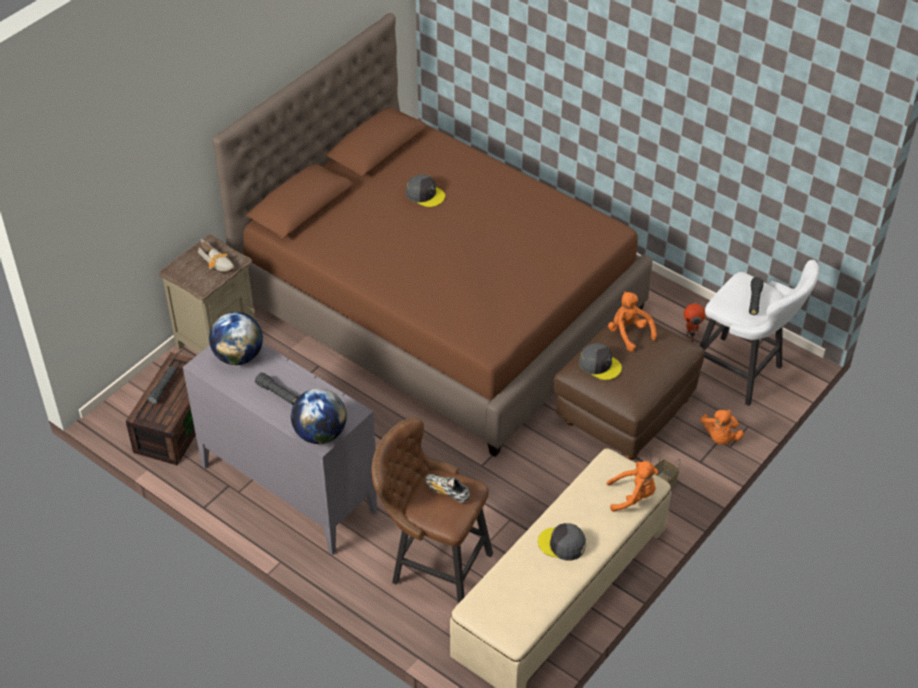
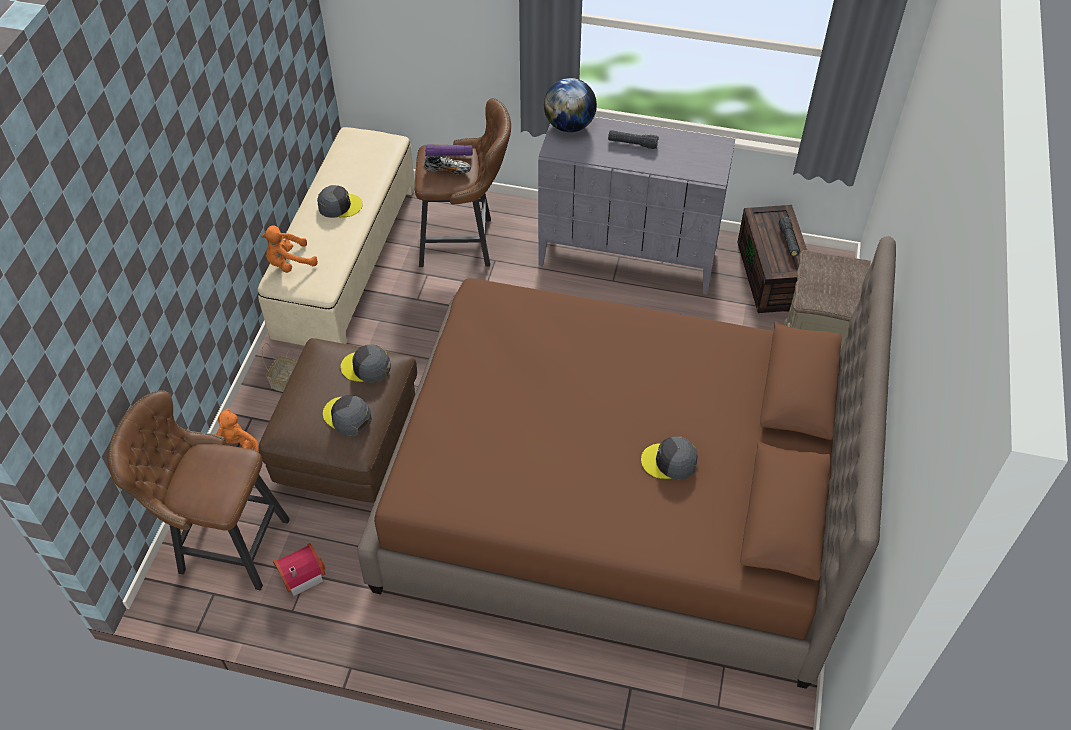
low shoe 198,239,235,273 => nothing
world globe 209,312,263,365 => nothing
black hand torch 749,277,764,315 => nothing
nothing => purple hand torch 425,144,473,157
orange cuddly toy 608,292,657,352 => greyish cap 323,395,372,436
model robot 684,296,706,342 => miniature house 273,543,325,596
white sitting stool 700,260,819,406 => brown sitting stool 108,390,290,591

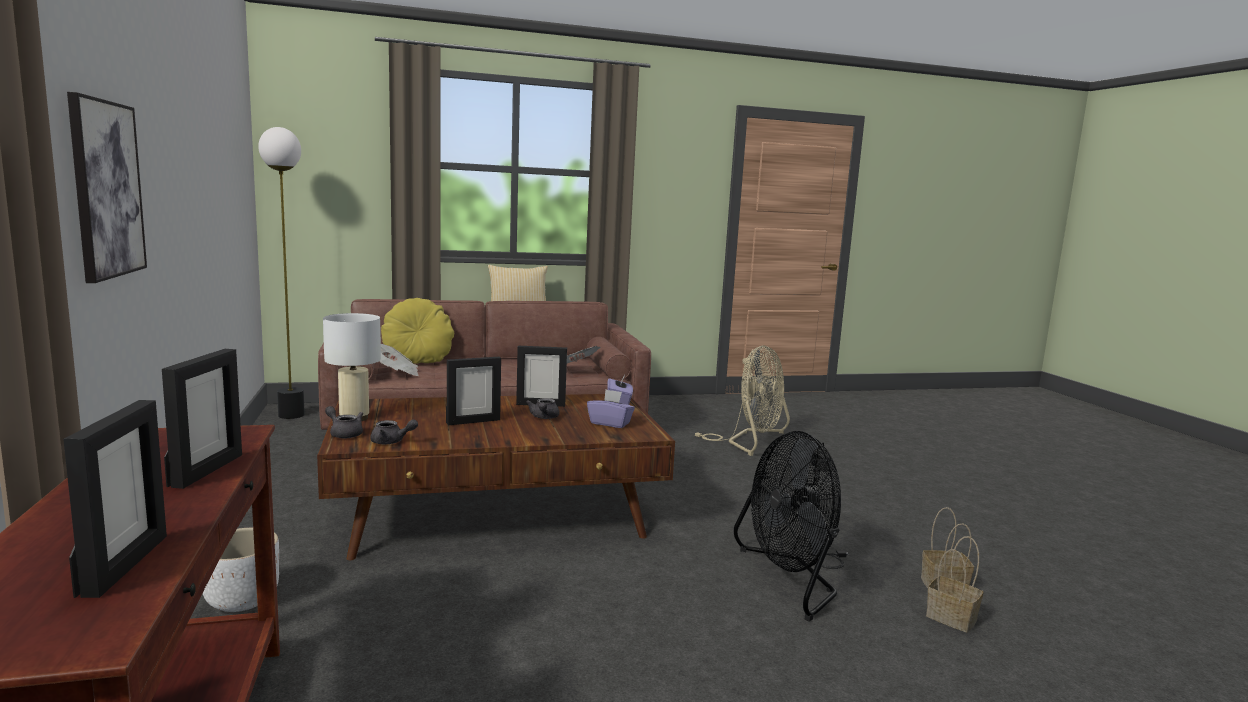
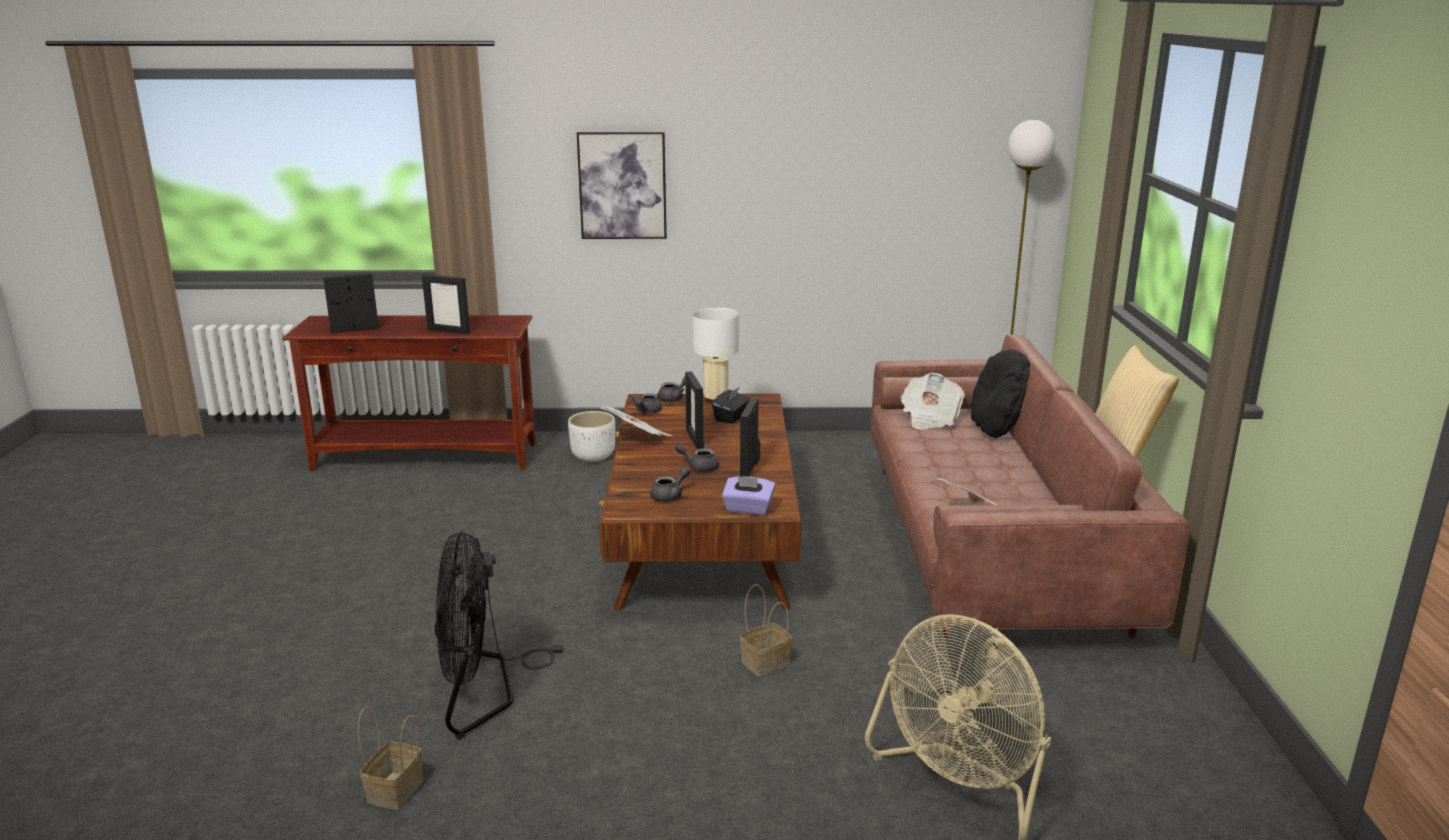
nothing => daily paper 601,406,673,436
nothing => black tissue holder 712,387,751,424
household basket 926,536,983,632 => household basket 740,584,793,677, shifted
purple tissue holder 587,389,635,428 => greyish pot for tea 650,467,691,502
yellowish pillow 381,298,454,364 => black pillow 971,349,1030,438
picture frame 63,400,167,598 => picture frame 323,273,379,333, 150 degrees clockwise
black fan 734,431,848,622 => black fan 435,531,566,740, 105 degrees counterclockwise

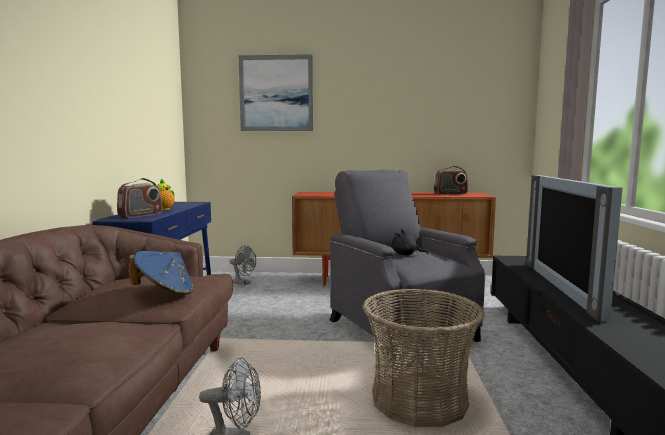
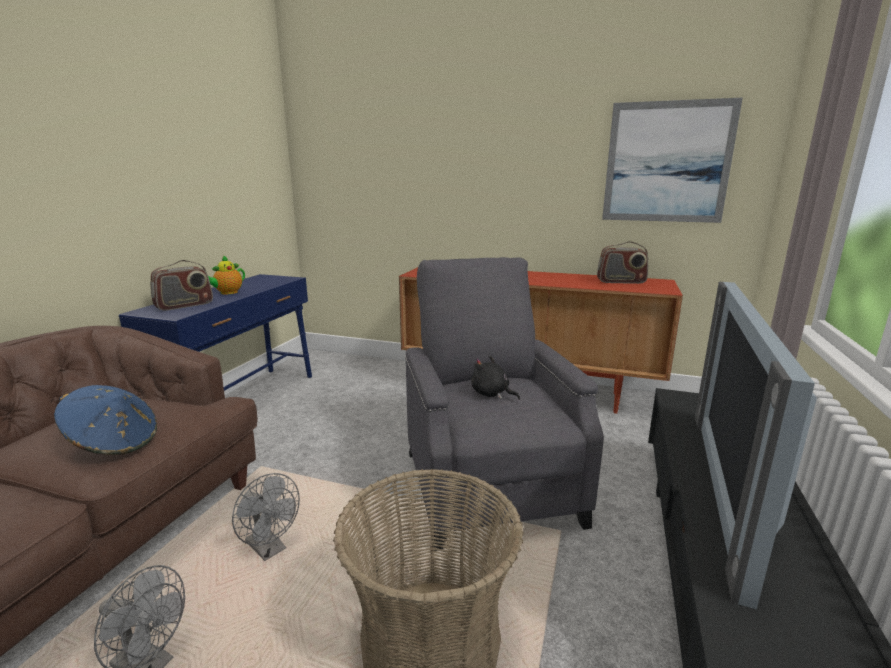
greyish fan 229,245,257,285 => greyish fan 232,473,300,561, shifted
wall art 239,54,313,131 => wall art 602,98,743,223, shifted

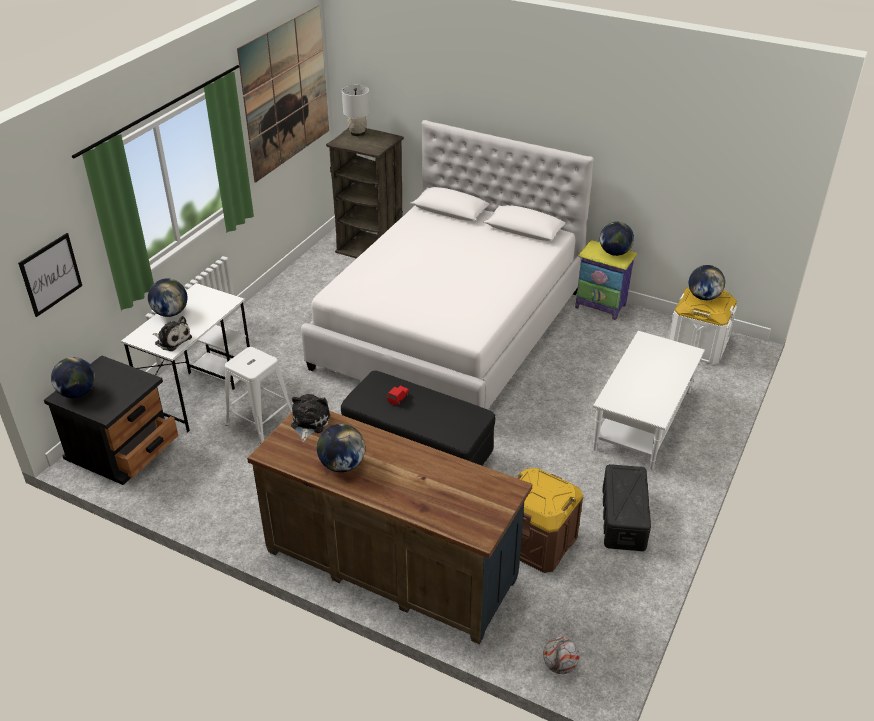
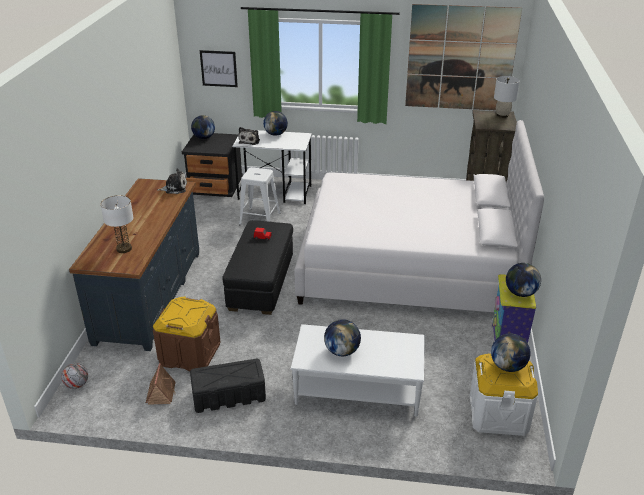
nothing => tabletop lamp 100,195,133,253
nothing => miniature house 146,363,176,405
world globe 317,424,365,472 => world globe 324,319,361,356, shifted

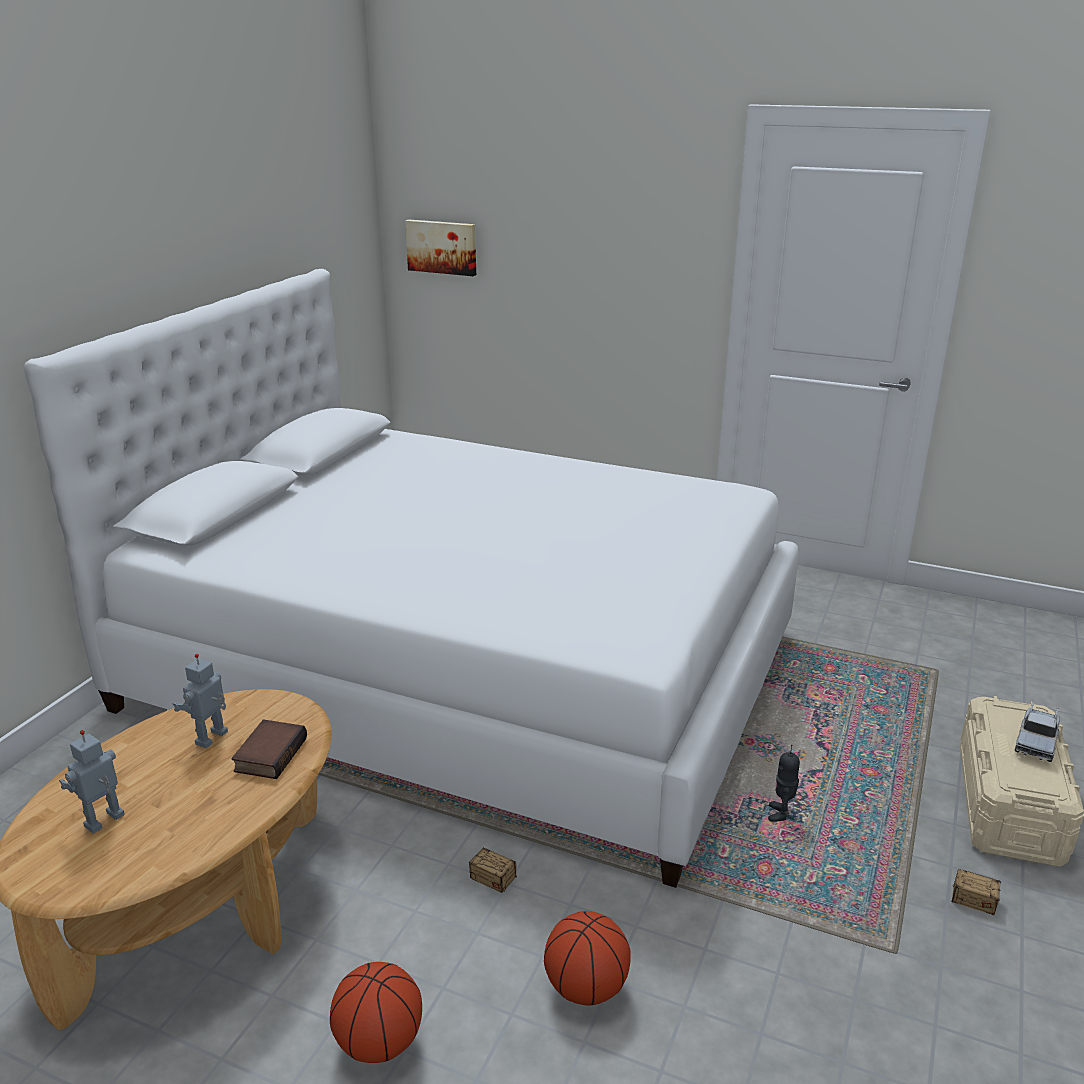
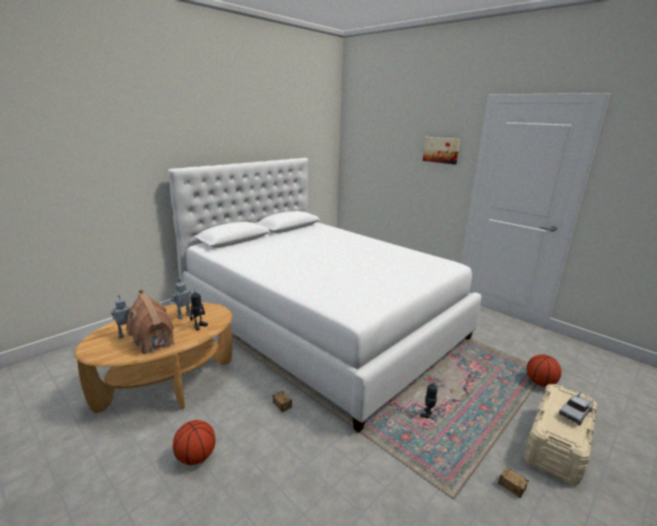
nothing => miniature house 126,289,175,354
wall art 405,220,476,276 => wall art 423,137,460,165, shifted
basketball 544,911,631,1006 => basketball 527,354,562,387, shifted
bound book 231,719,307,779 => model robot 190,288,208,331

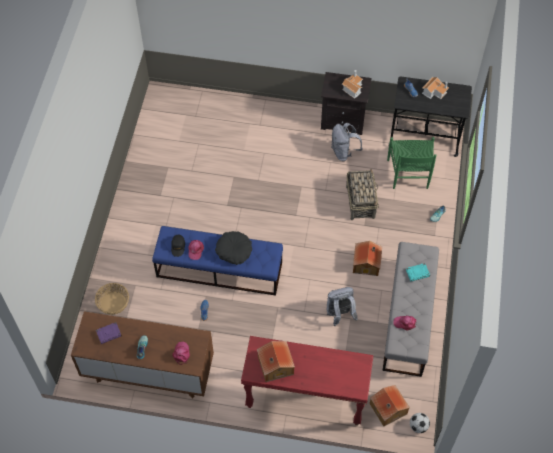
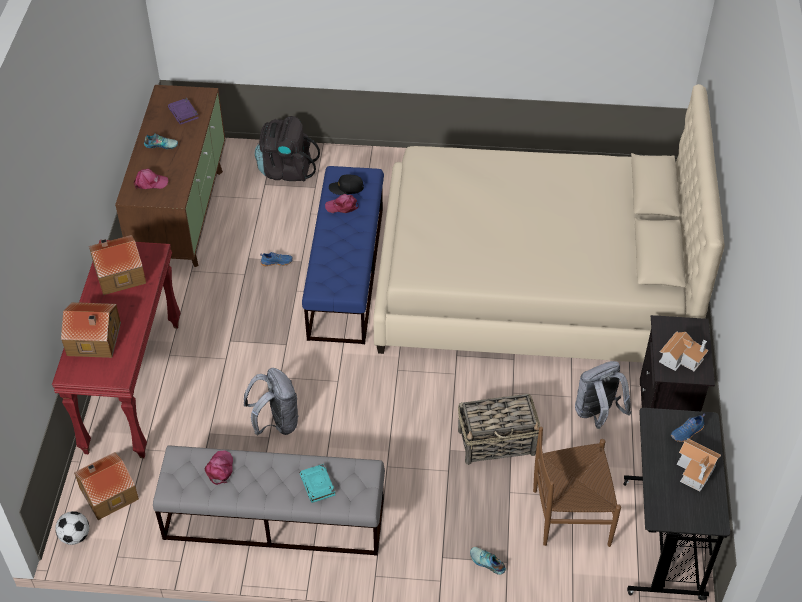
black pillow 215,231,252,265 => nothing
nothing => beige-coloured bed 373,84,725,363
miniature house 353,241,382,276 => miniature house 61,302,121,358, shifted
household basket 95,283,129,315 => black rucksack 255,116,320,182
green upright chair 387,137,436,189 => brown upright chair 533,427,621,547

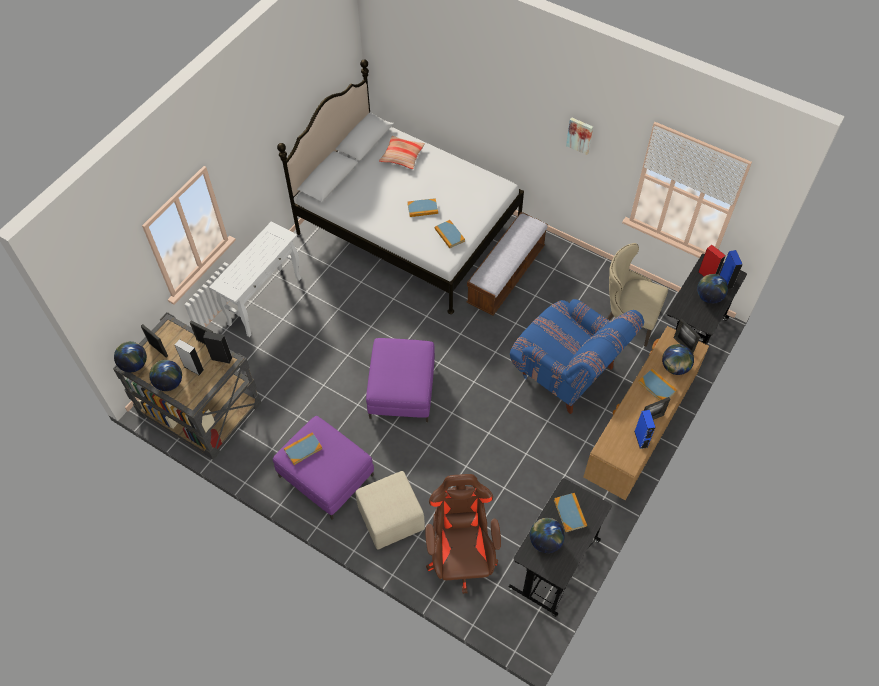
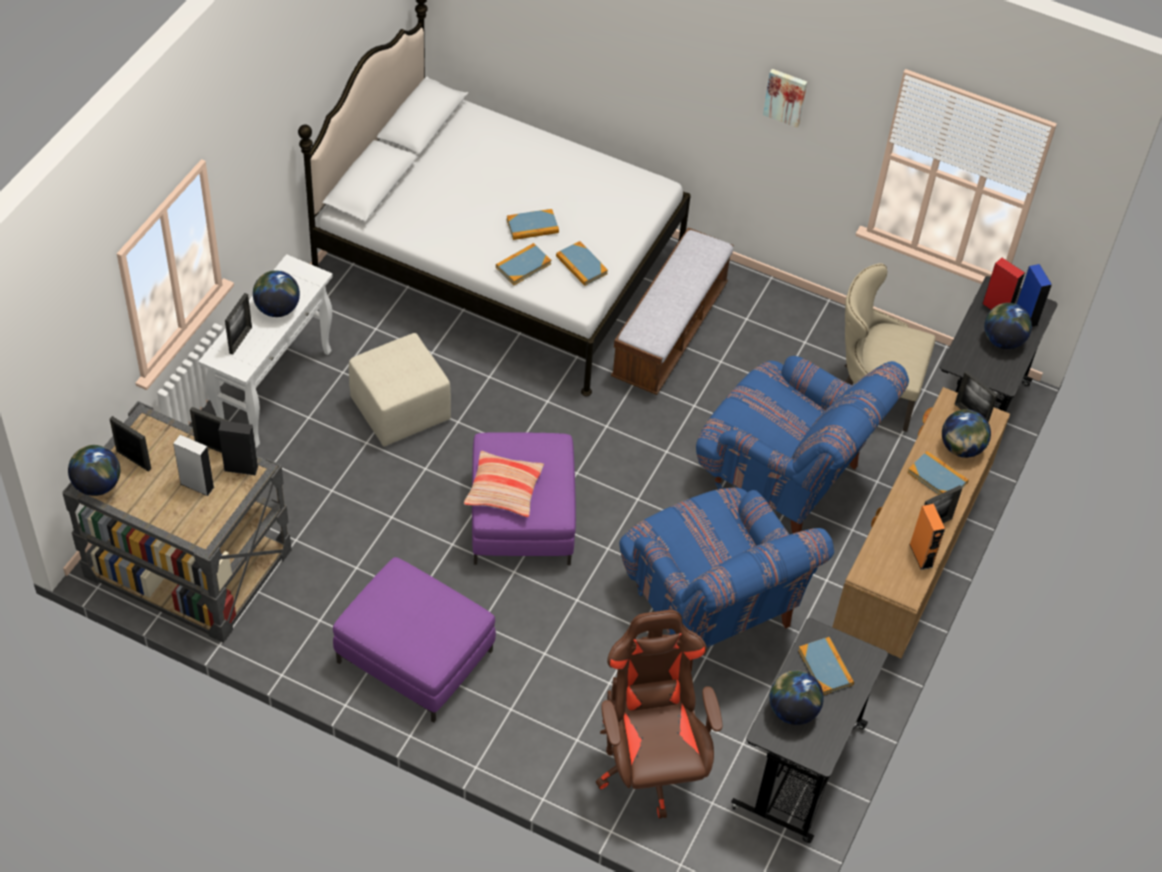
nothing => picture frame 225,293,252,355
nothing => blue-coloured lounge chair 619,488,834,671
world globe 149,360,182,391 => world globe 253,270,300,317, shifted
bound book 284,432,323,465 => bound book 496,243,551,285, shifted
beige-coloured pouffe 355,471,425,550 => beige-coloured pouffe 349,333,451,446, shifted
pillow 379,136,425,169 => pillow 464,451,544,517, shifted
blue-coloured audio speaker 634,410,656,449 => orange audio speaker 909,504,945,570

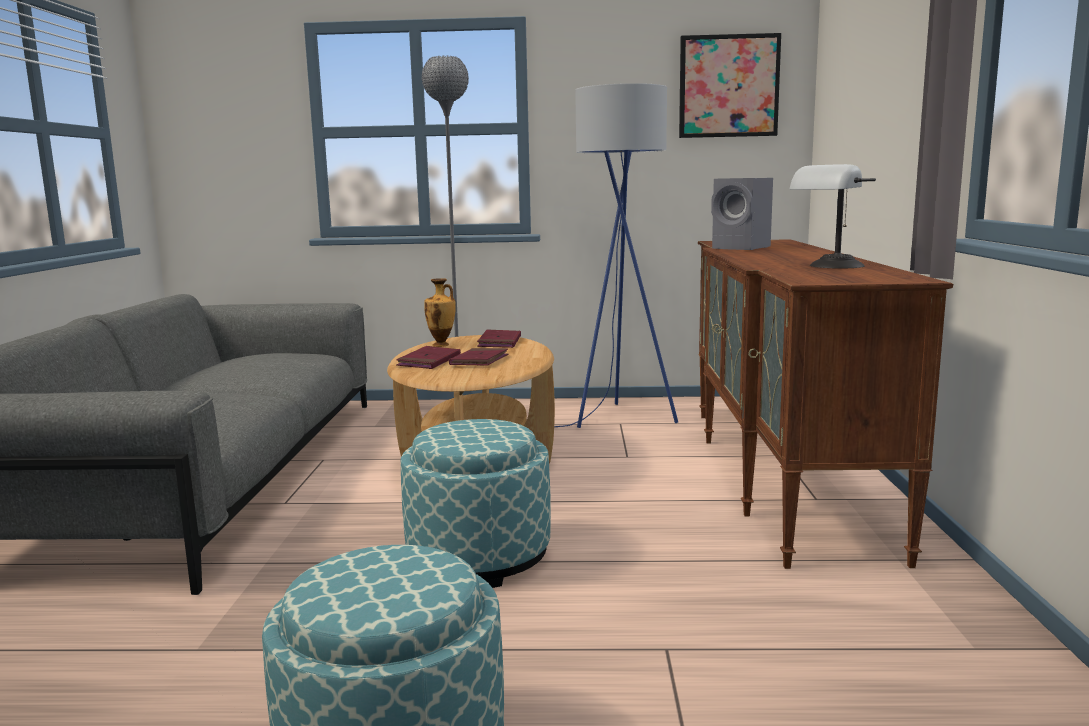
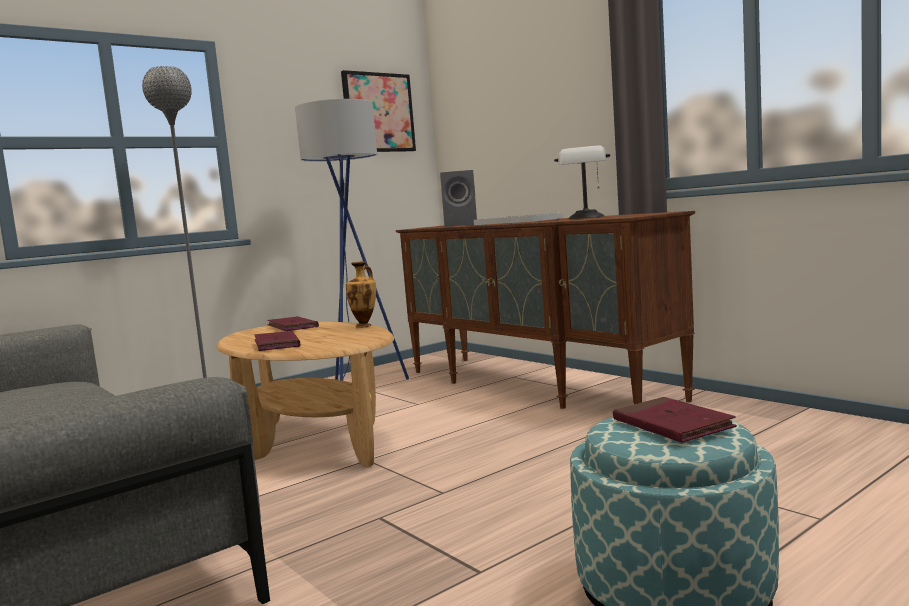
pouffe 400,419,551,588 => nothing
nothing => white carrying tray 474,213,564,225
flower vase 424,278,456,347 => flower vase 346,261,376,328, shifted
red-coloured bound book 449,348,508,366 => red-coloured bound book 613,397,737,443, shifted

